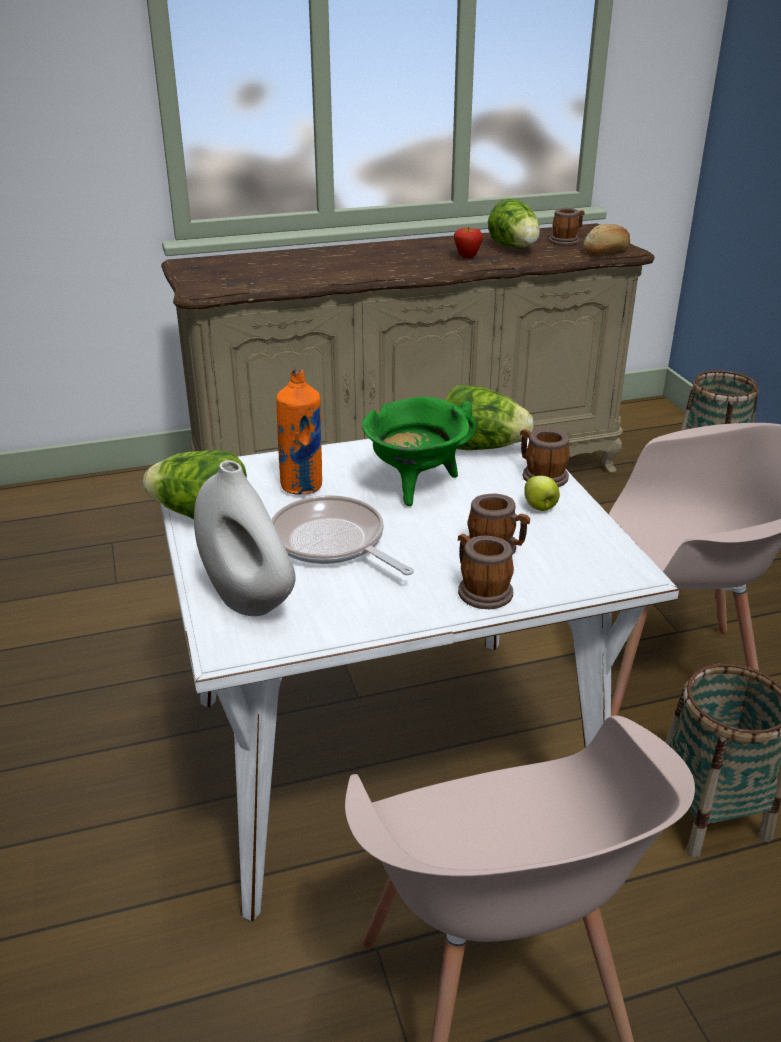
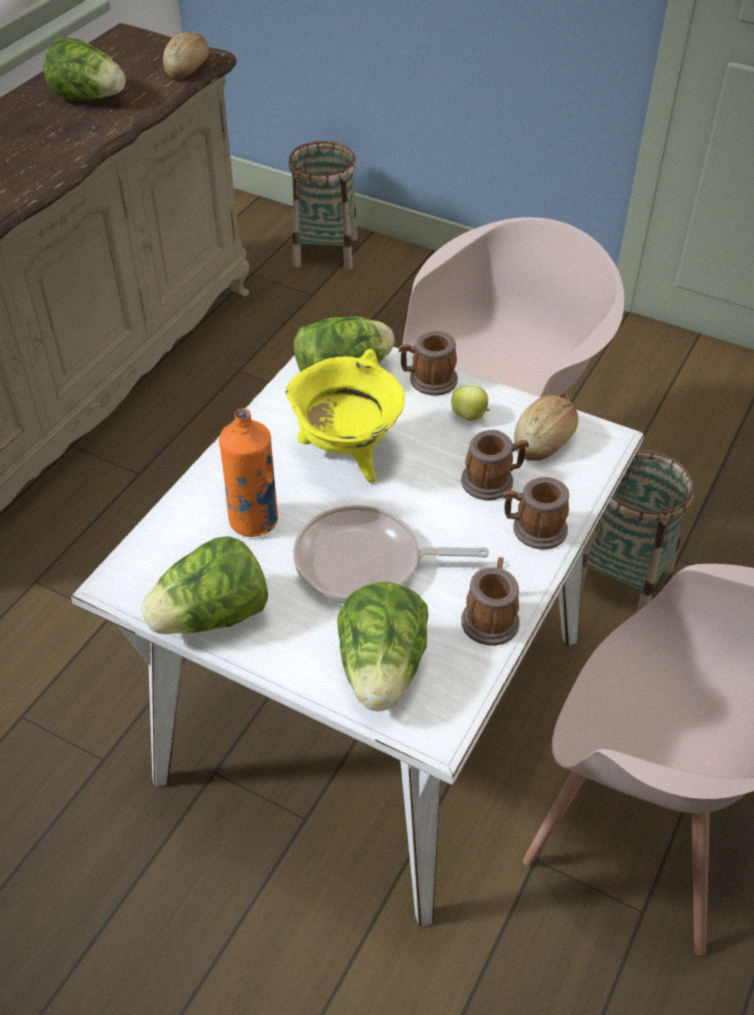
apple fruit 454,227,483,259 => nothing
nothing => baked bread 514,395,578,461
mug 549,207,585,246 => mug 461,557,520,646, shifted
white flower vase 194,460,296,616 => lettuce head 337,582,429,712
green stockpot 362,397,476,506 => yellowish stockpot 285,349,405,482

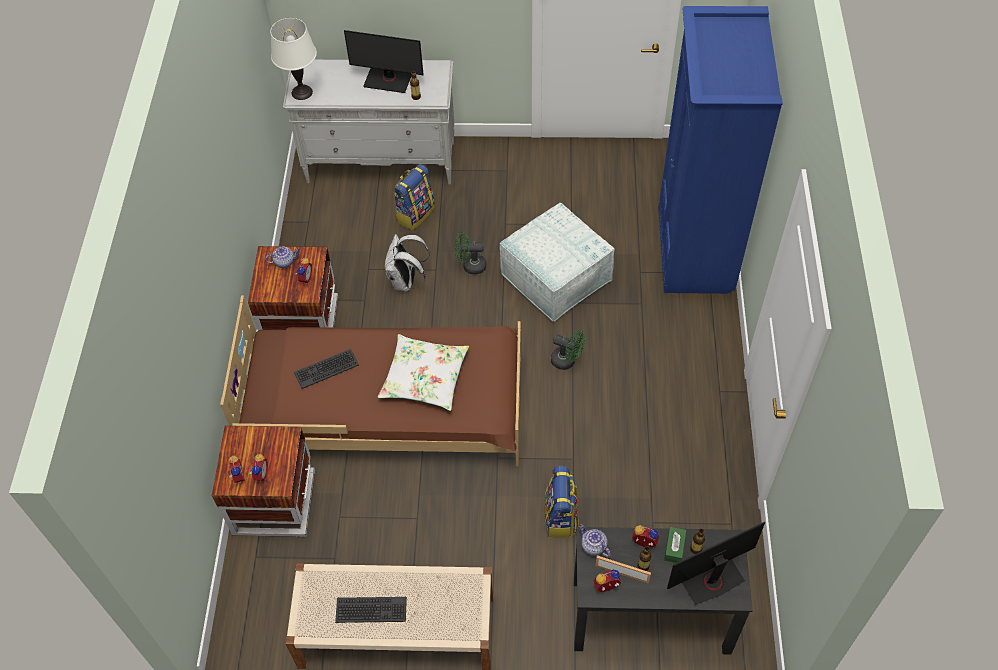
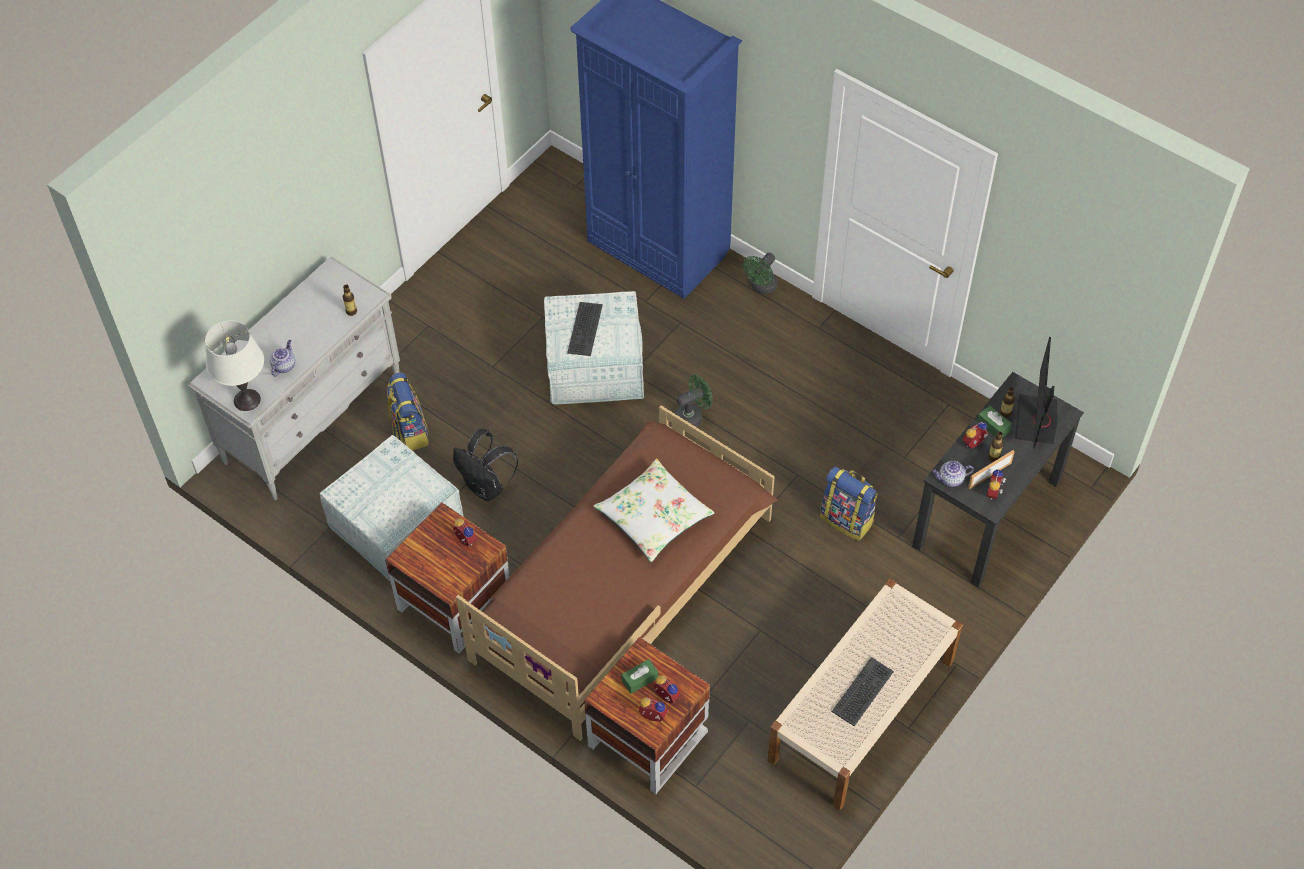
computer screen 344,30,424,93 => nothing
nothing => white pouffe 320,435,463,581
nothing => green tissue holder 621,659,658,694
pot for tea 265,247,300,268 => pot for tea 270,340,295,377, shifted
PC keyboard 294,349,359,389 => PC keyboard 567,302,603,356, shifted
green fan 455,232,486,275 => green fan 743,253,778,294, shifted
white rucksack 385,234,430,291 => black rucksack 453,429,518,501

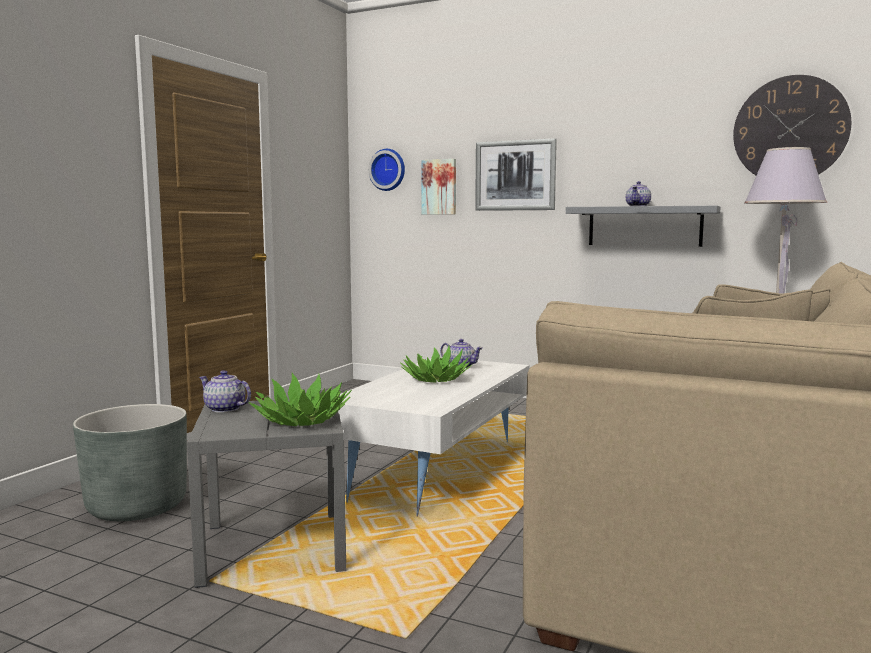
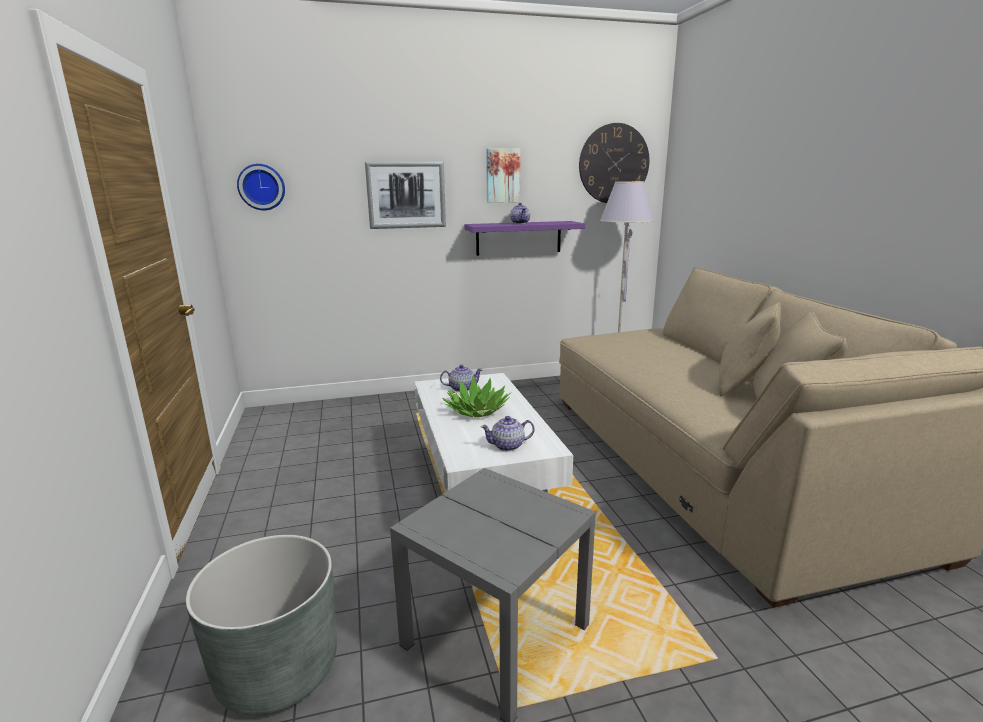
potted plant 248,373,352,426 => nothing
pot for tea 199,370,251,413 => pot for tea 480,416,535,451, shifted
wall art 421,159,456,215 => wall art 486,148,520,203, shifted
greyish shelf 566,205,721,247 => purple shelf 464,221,585,256

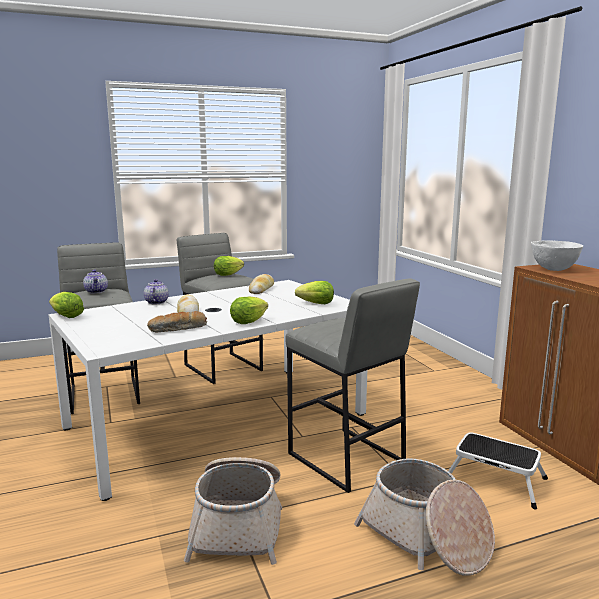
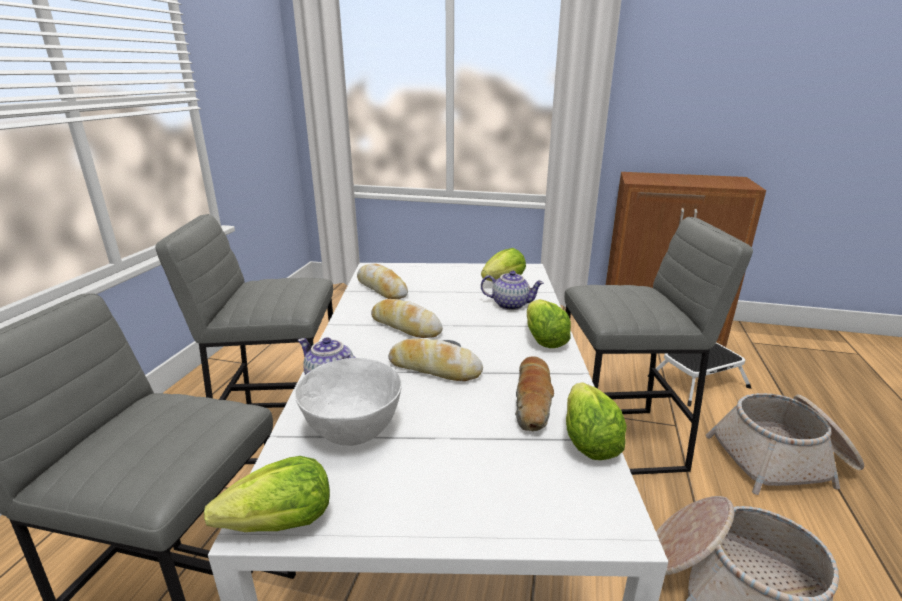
nothing => baked bread 371,299,443,338
pot for tea 83,270,108,294 => pot for tea 481,271,544,310, shifted
lettuce head 214,256,244,276 => lettuce head 566,383,627,460, shifted
white serving bowl 531,240,583,271 => white serving bowl 295,358,402,446, shifted

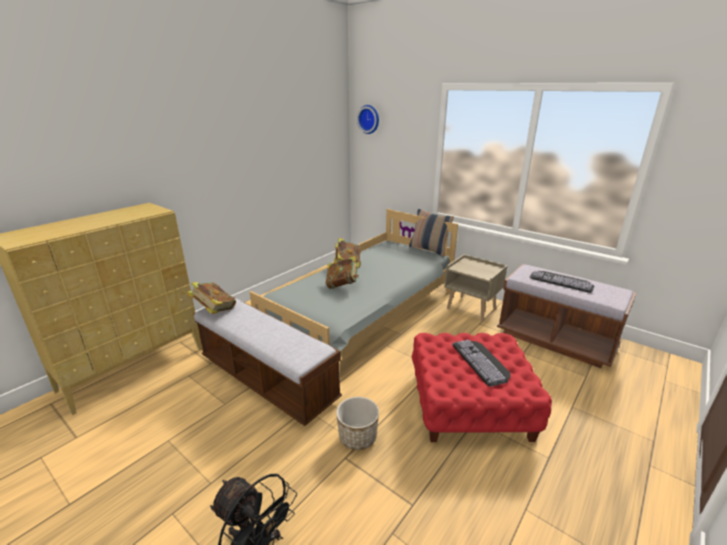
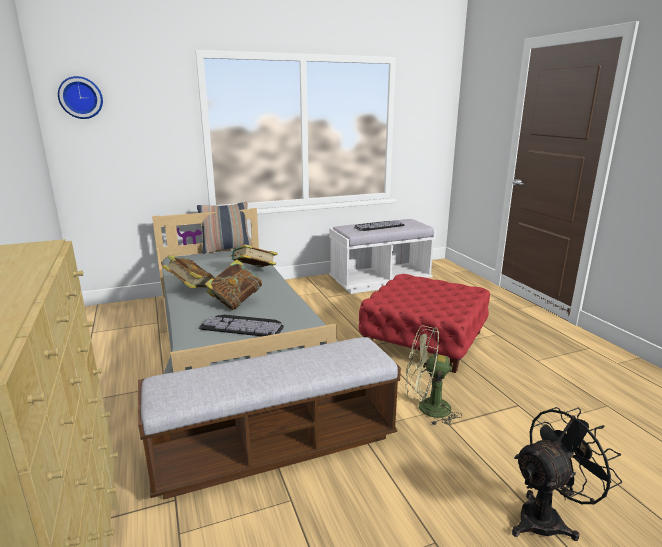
beige-coloured bedside table 444,254,507,321 => nothing
bound book 187,282,236,314 => bound book 229,244,278,267, shifted
PC keyboard 452,340,511,386 => PC keyboard 199,315,284,336, shifted
flower pot 336,397,379,450 => green fan 406,325,462,425
brown long seat 497,264,636,368 => white long seat 329,219,436,294

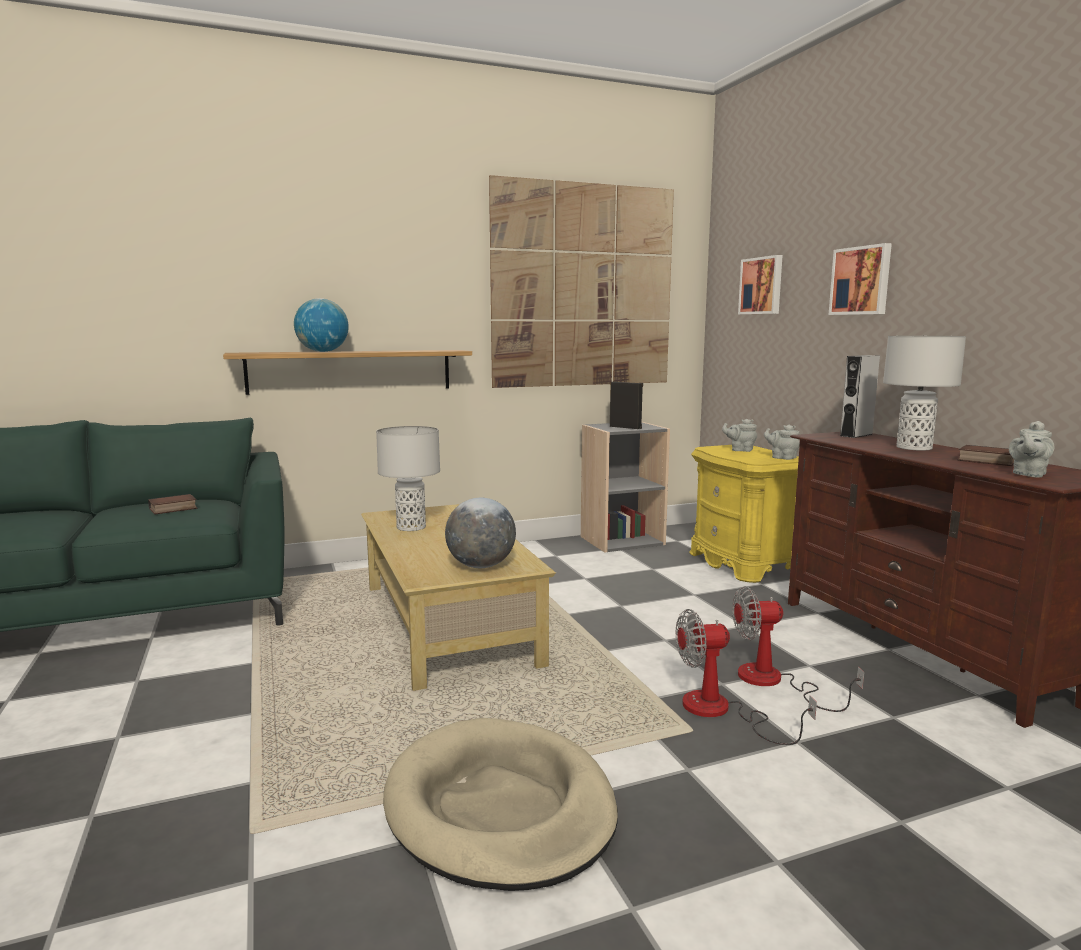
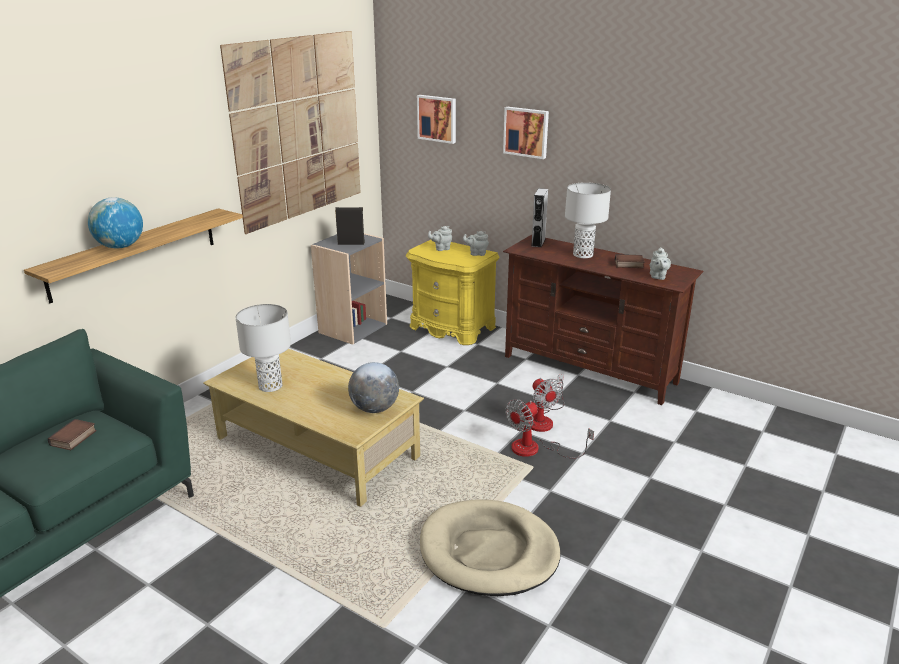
fan 732,586,865,712 => fan 531,374,564,432, 75 degrees counterclockwise

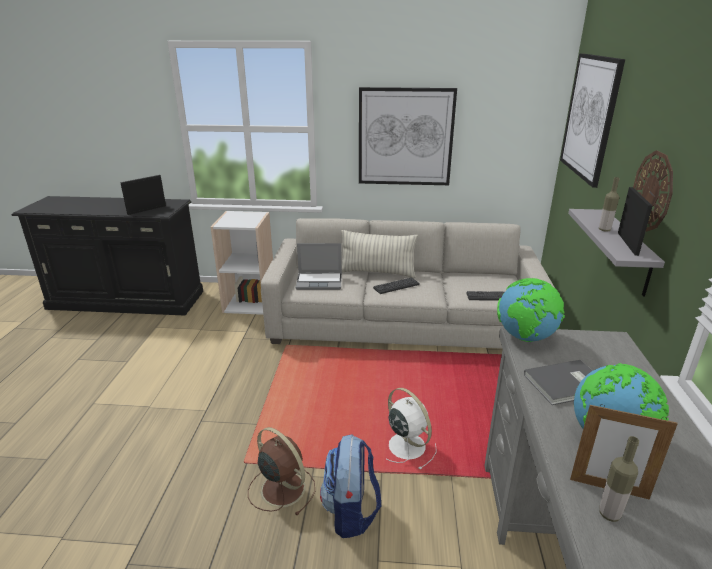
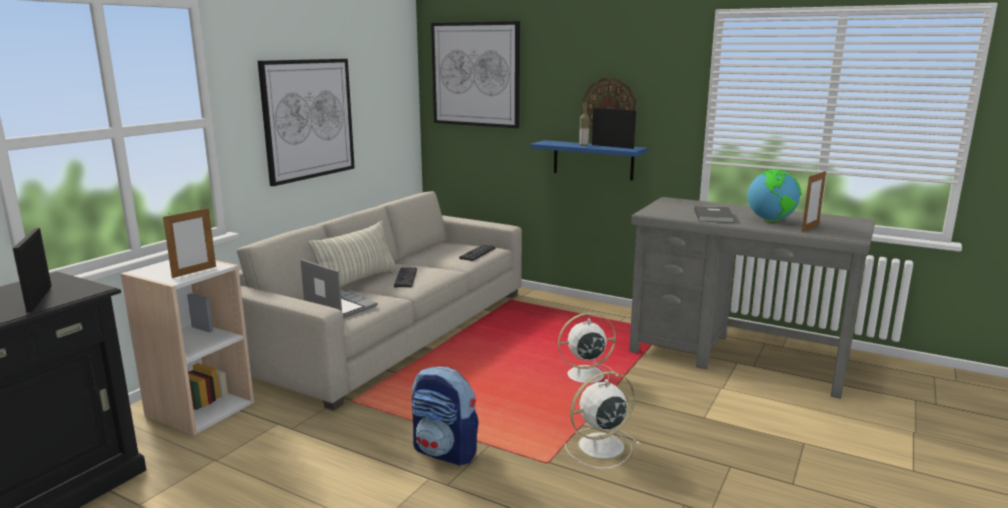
world globe 497,278,565,342 => nothing
bottle 599,436,639,522 => nothing
nothing => picture frame 163,207,216,278
rucksack 320,434,381,538 => rucksack 412,367,479,466, shifted
brown fan 248,427,315,516 => white fan 565,371,641,469
greyish shelf 568,209,665,297 => blue-coloured shelf 530,140,647,180
laptop 296,243,342,290 => laptop 300,259,378,318, 75 degrees counterclockwise

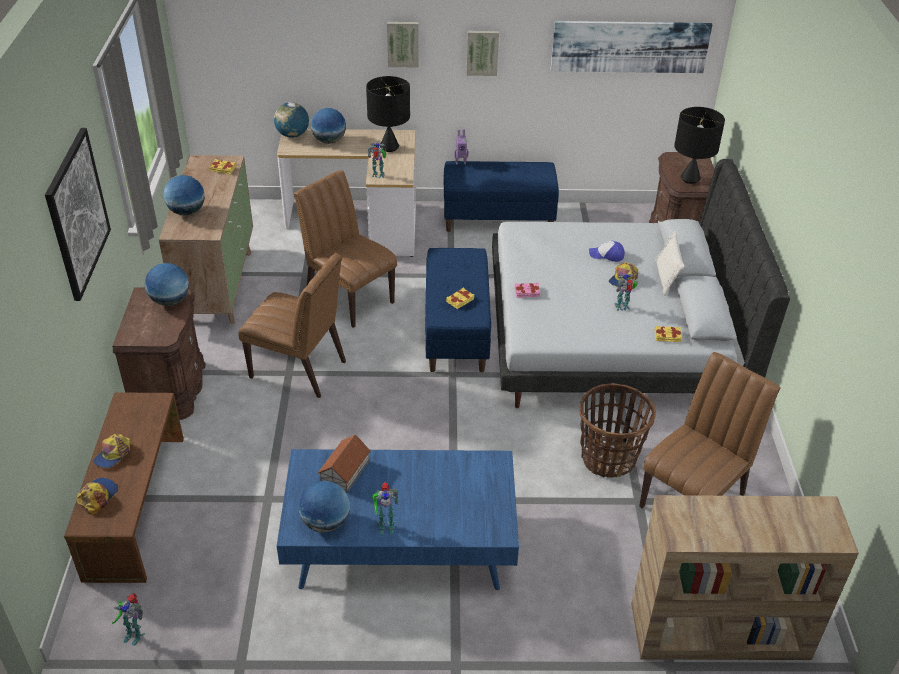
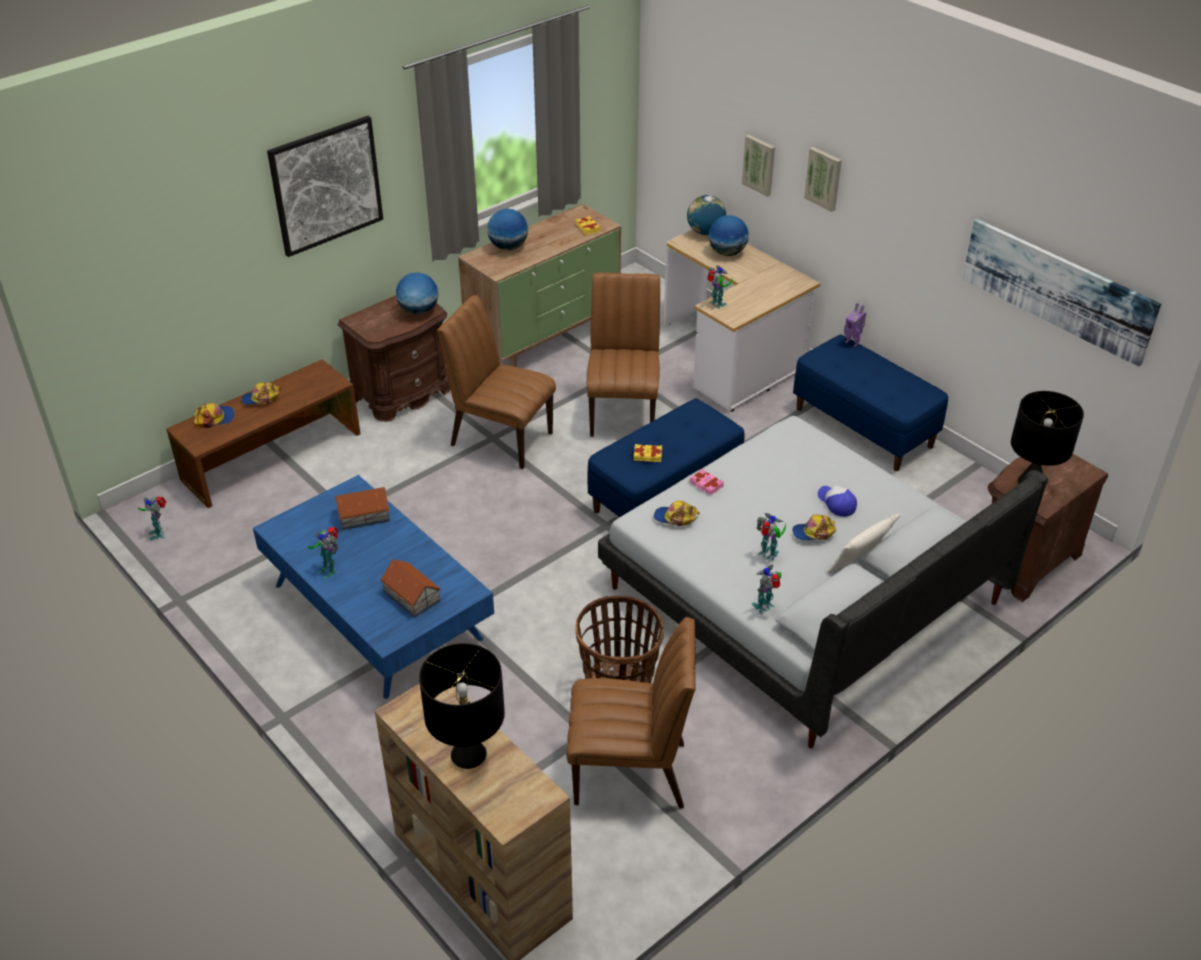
world globe 299,481,350,533 => nothing
nothing => miniature house 380,559,441,618
nothing => cap 654,500,699,526
black tabletop lamp 366,76,410,152 => black tabletop lamp 419,643,505,769, shifted
wall art 466,31,499,76 => wall art 742,135,775,197, shifted
yellowish bound book 655,326,682,342 => model robot 752,565,781,614
brown upright chair 238,253,346,398 => brown upright chair 437,295,556,469, 135 degrees clockwise

